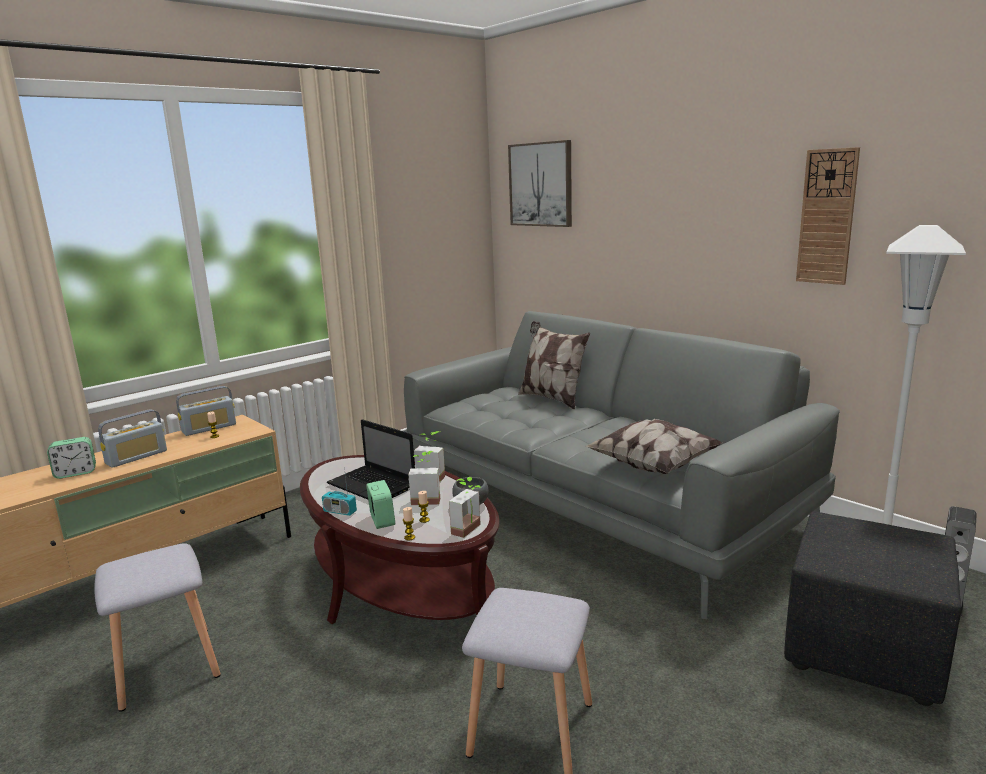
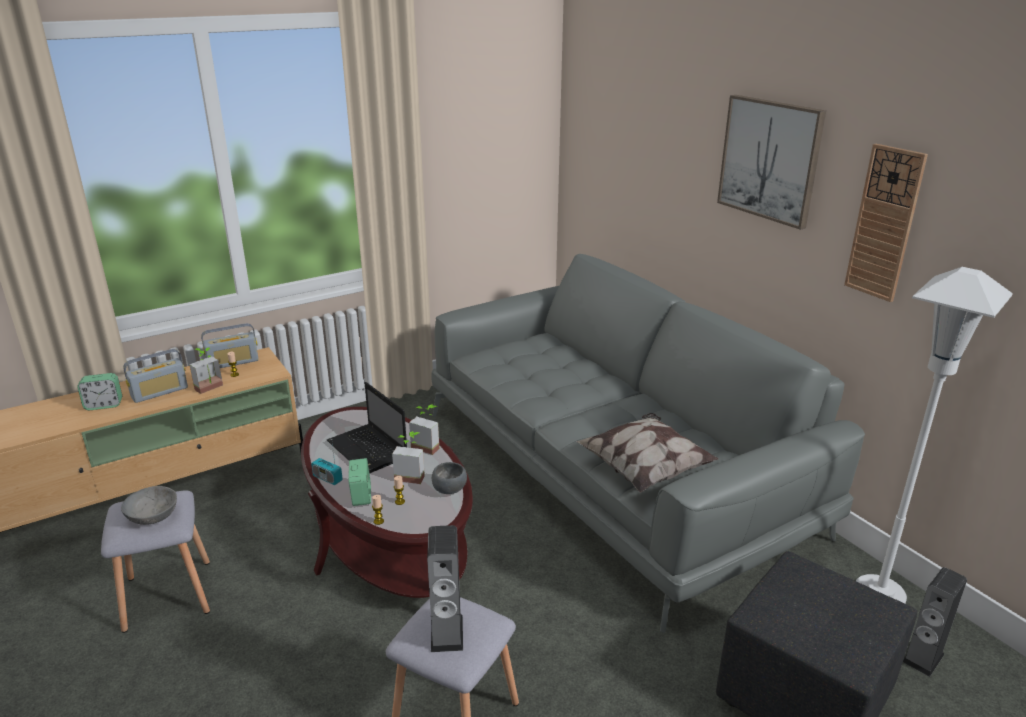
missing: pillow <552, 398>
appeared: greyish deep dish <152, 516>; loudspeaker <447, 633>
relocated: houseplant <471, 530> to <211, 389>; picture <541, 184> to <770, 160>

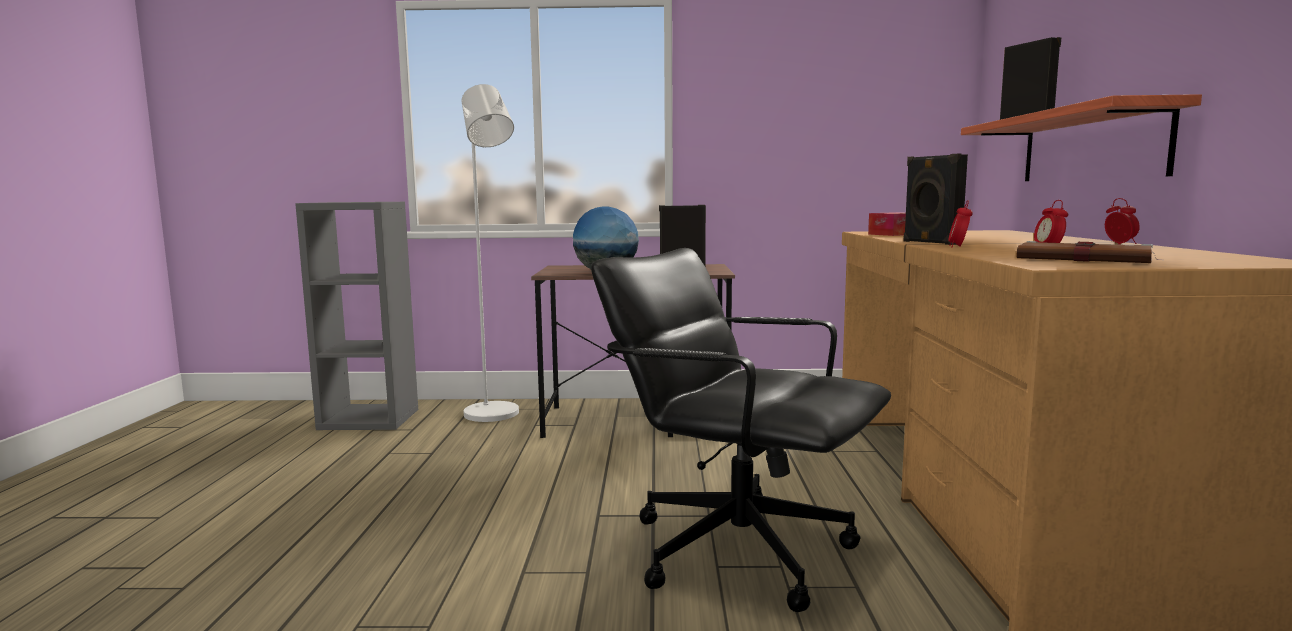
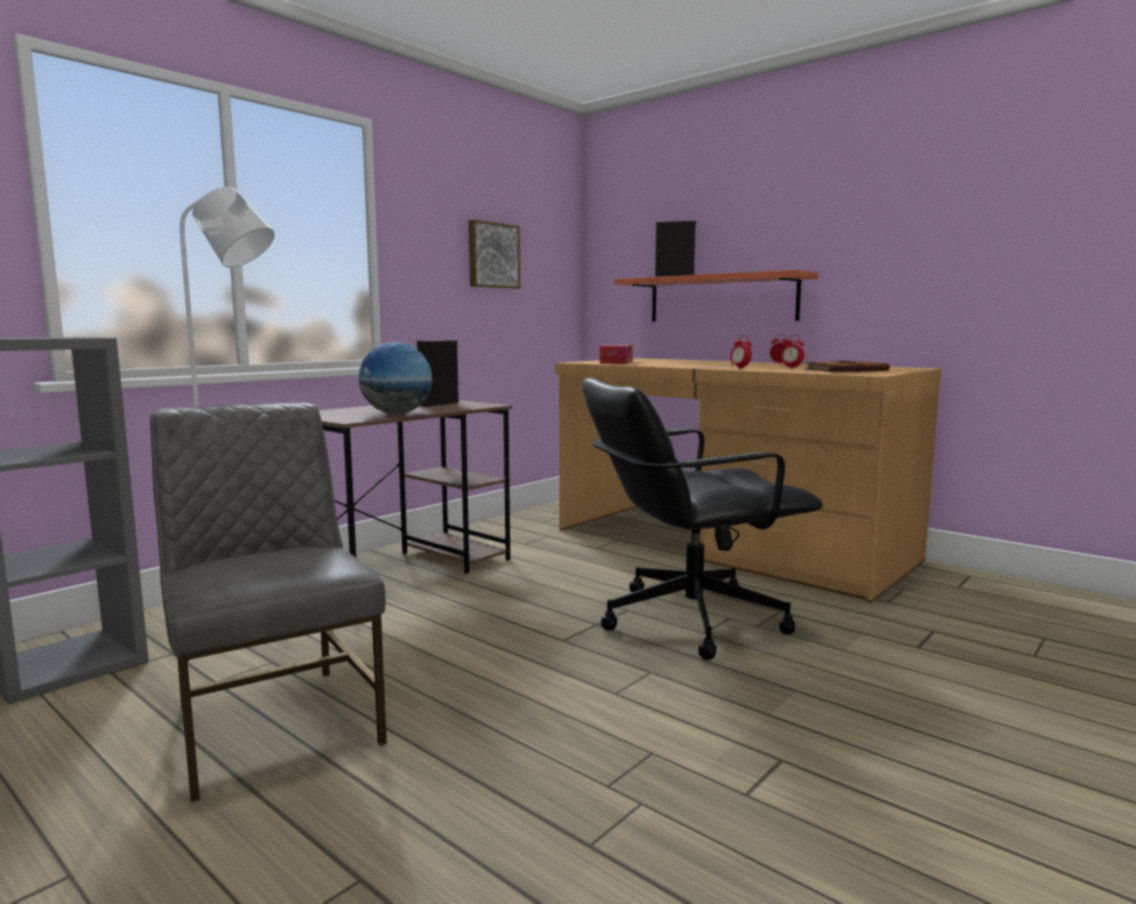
missing: blackish loudspeaker <930, 242>
appeared: greyish chair <275, 723>; picture <492, 255>

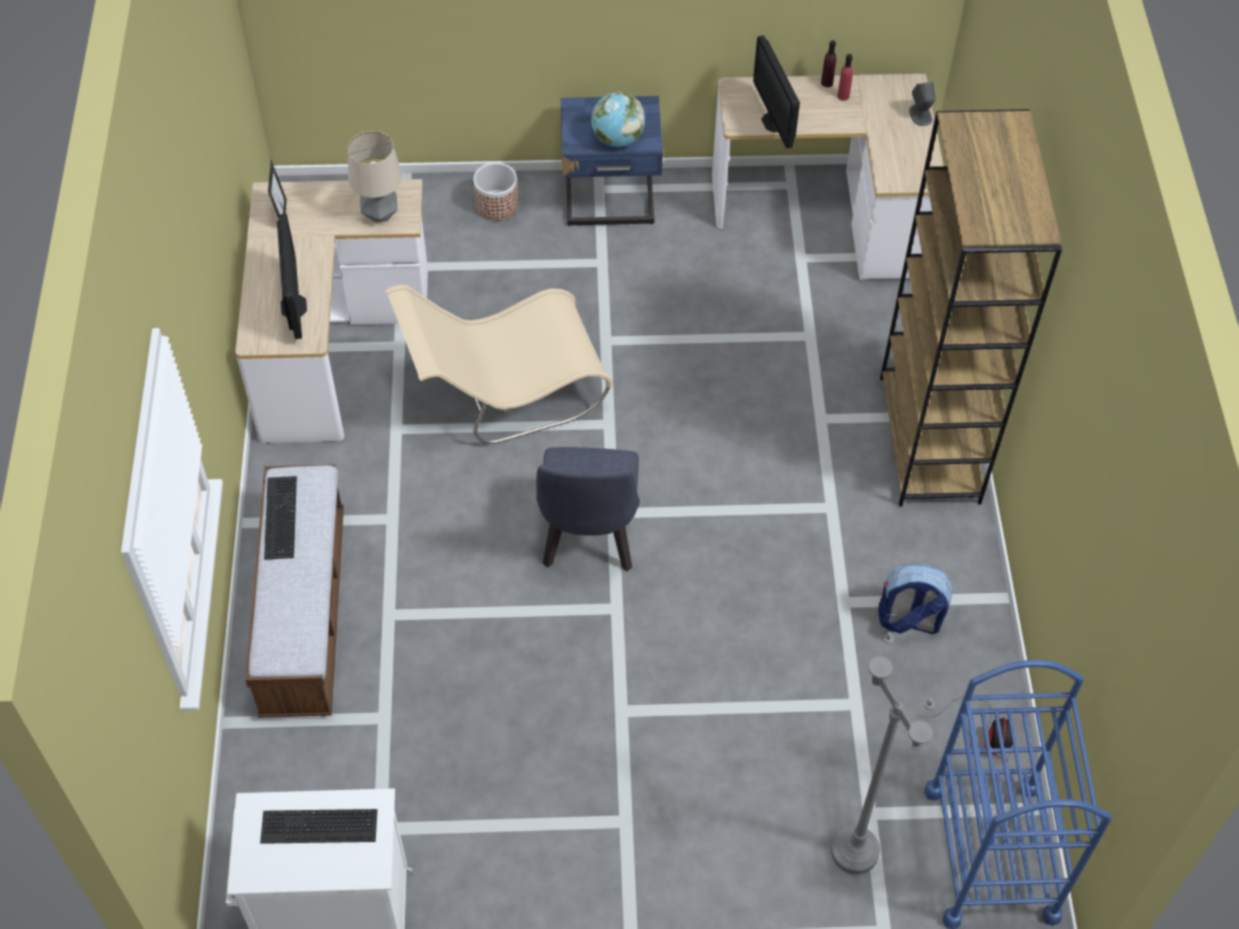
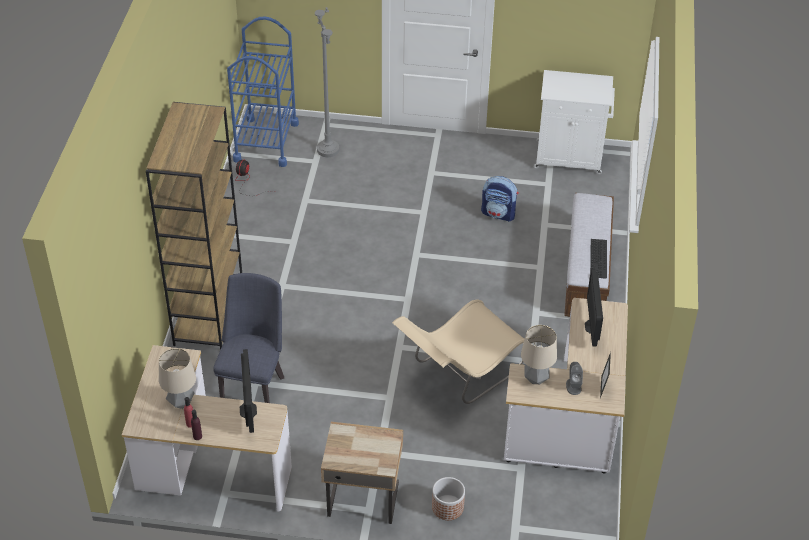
missing: PC keyboard <317, 828>; globe <617, 139>
appeared: tabletop lamp <181, 403>
relocated: blue chair <589, 543> to <253, 385>; rucksack <908, 620> to <499, 214>; greyish loudspeaker <920, 115> to <573, 386>
colour: blue night table <610, 203> to sand-coloured night table <363, 497>
spun: sand-coloured chair <504, 394> = <461, 373> 150 degrees clockwise

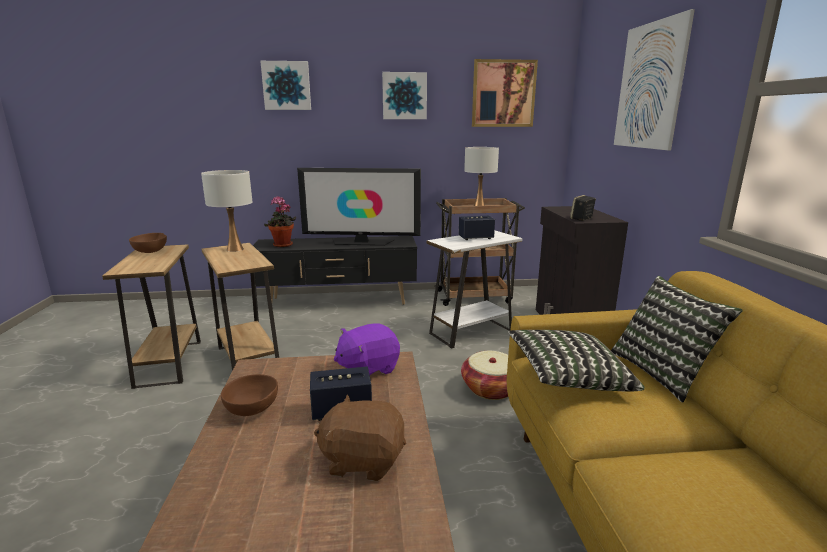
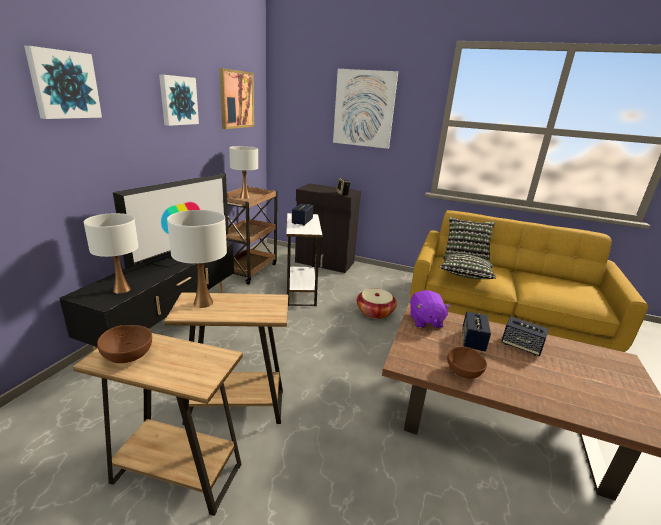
exchanged: houseplant <282, 245> to whitish tabletop lamp <122, 289>; brown soft toy <363, 460> to loudspeaker <521, 346>

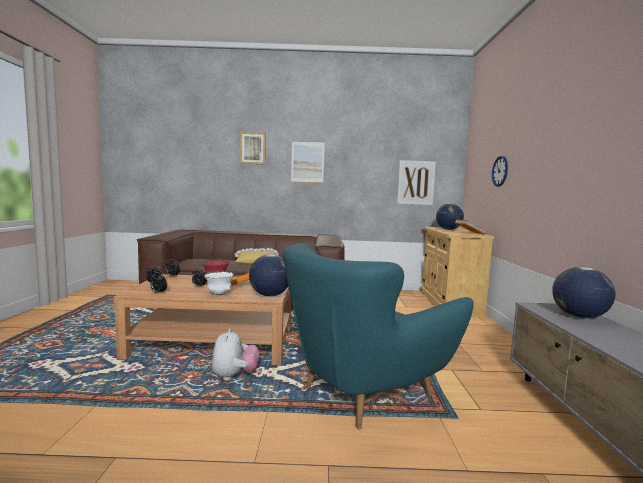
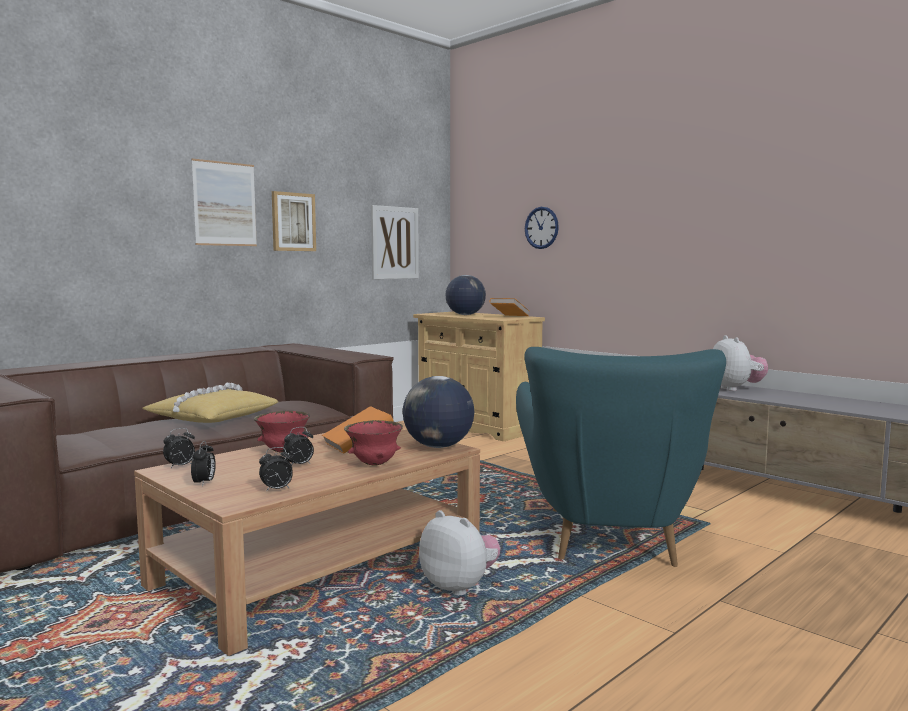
relocated: picture <252, 148> to <293, 222>
exchanged: globe <579, 316> to soft toy <735, 389>
colour: whitish deep dish <219, 294> to red deep dish <374, 464>

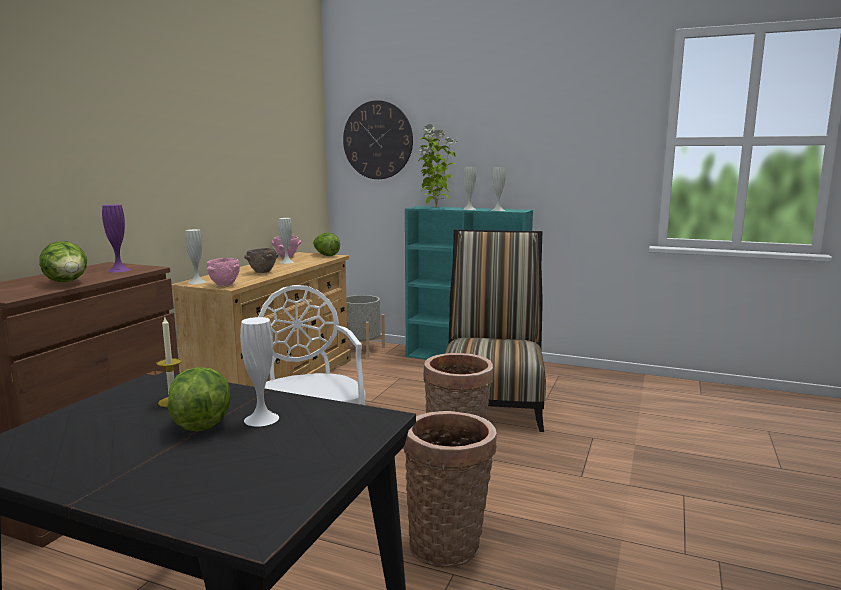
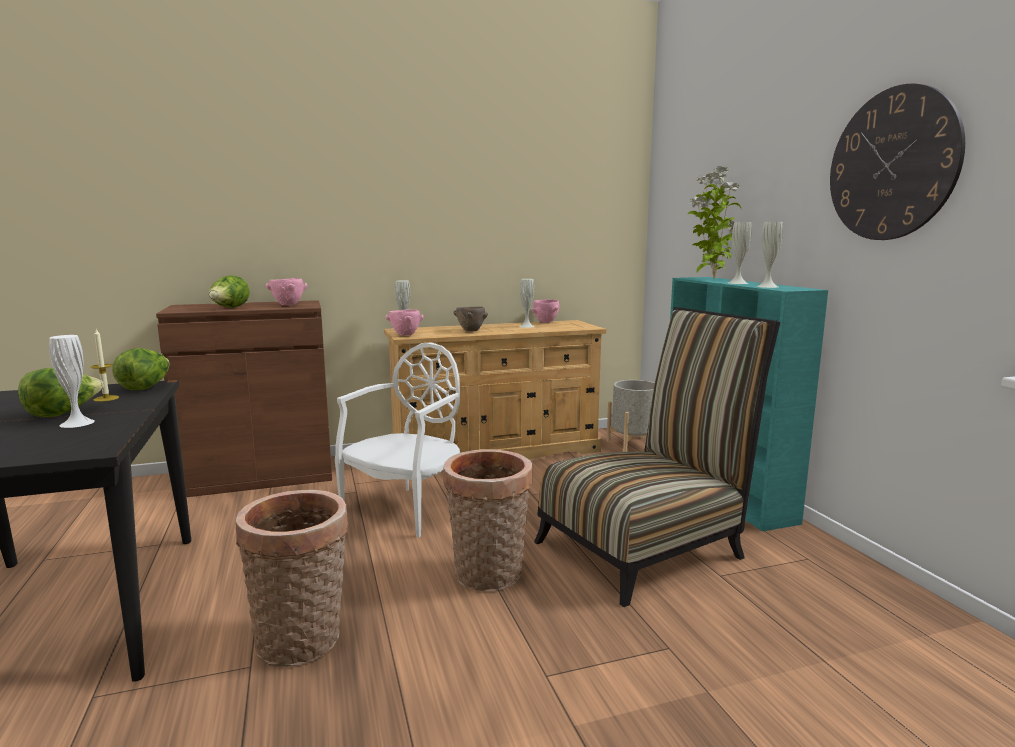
relocated: lettuce <326, 255> to <145, 387>; hanging clock <377, 140> to <892, 164>
exchanged: purple flower vase <119, 270> to pink deep dish <289, 305>

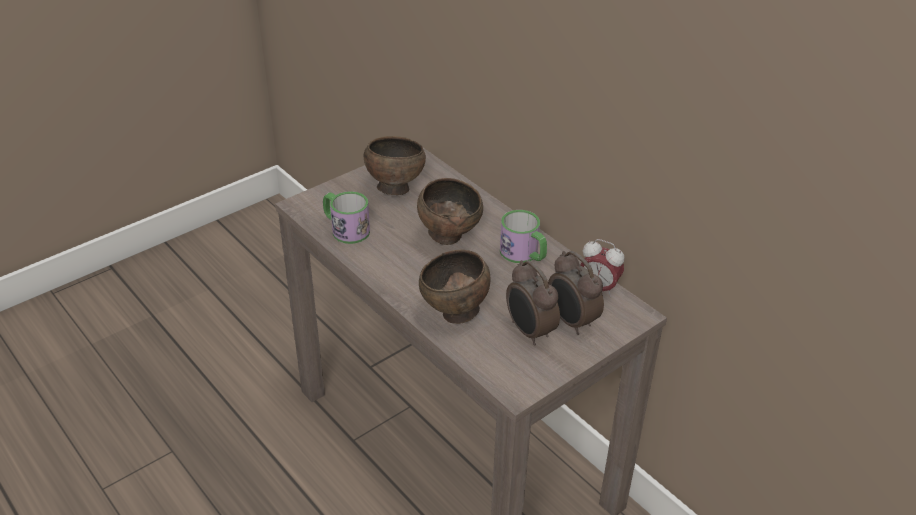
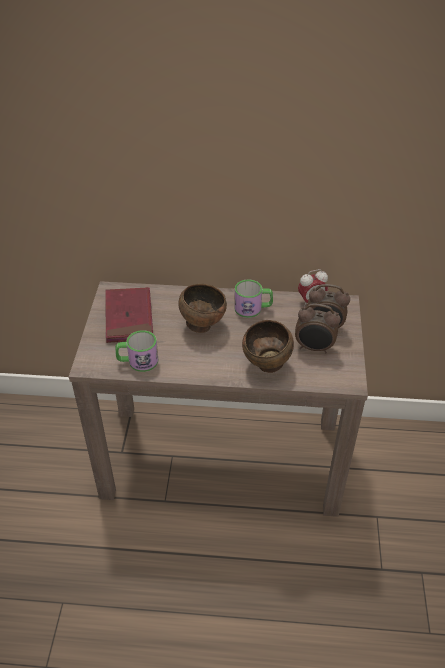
exchanged: brown deep dish <394, 188> to red bound book <129, 317>

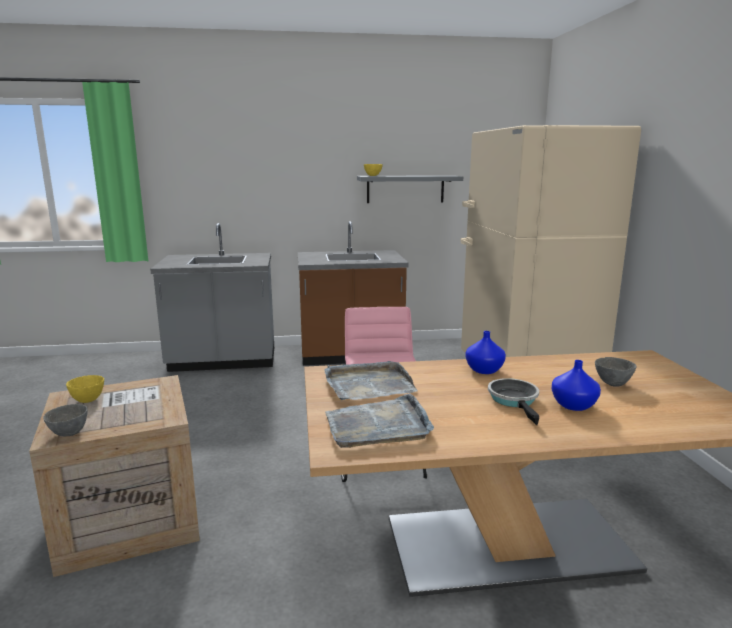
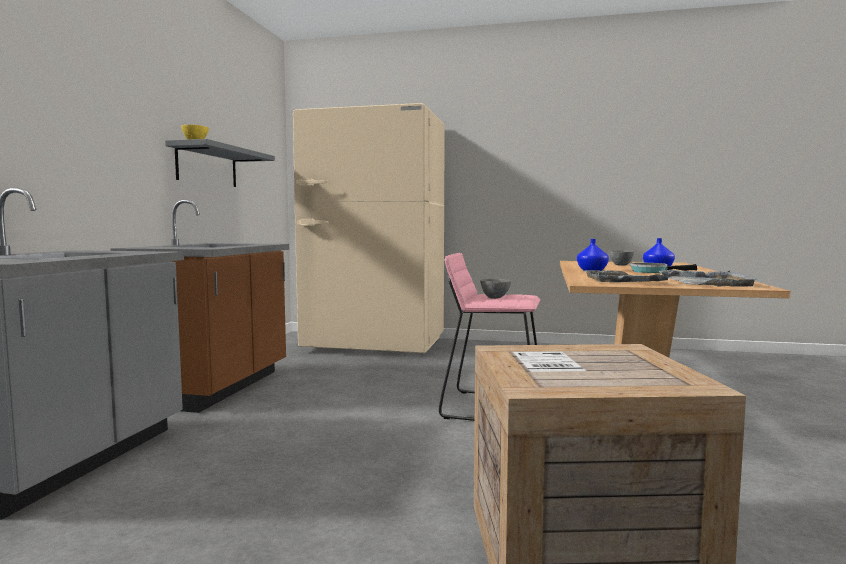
missing: yellowish deep dish <87, 400>
relocated: greyish deep dish <70, 433> to <495, 298>

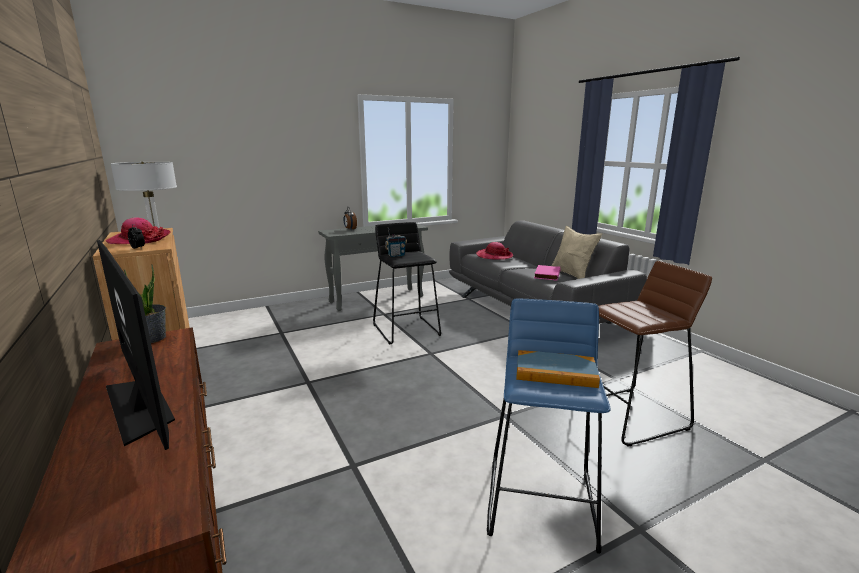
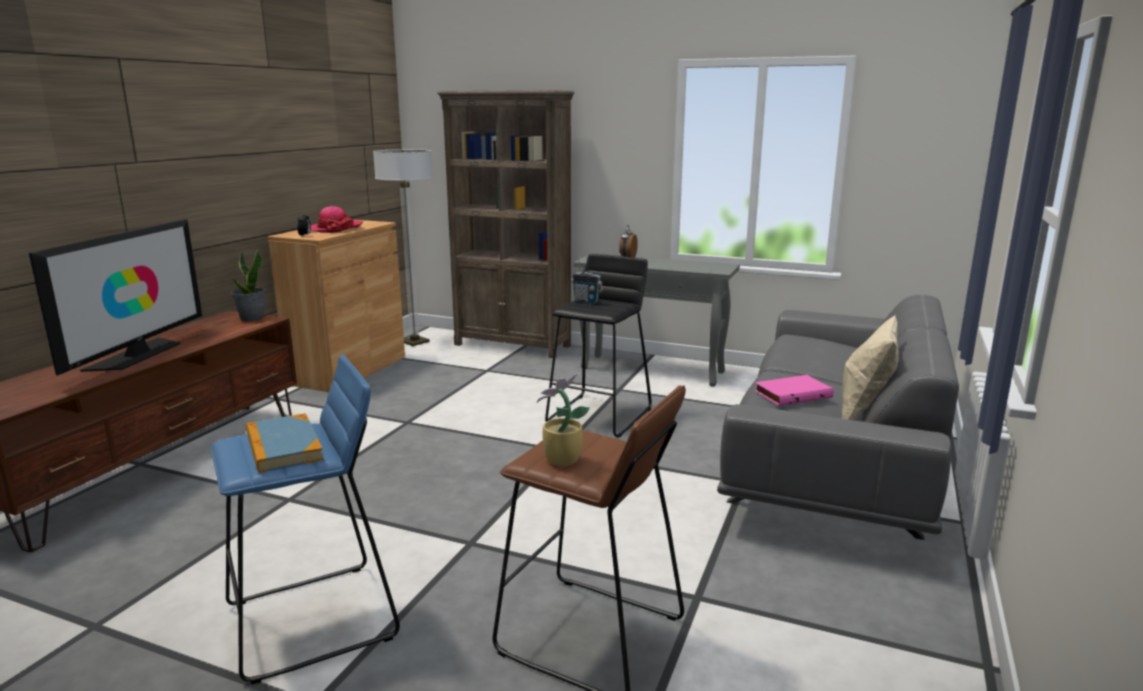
missing: wearable hat <494, 256>
appeared: brown bookshelf <513, 345>; houseplant <560, 460>

